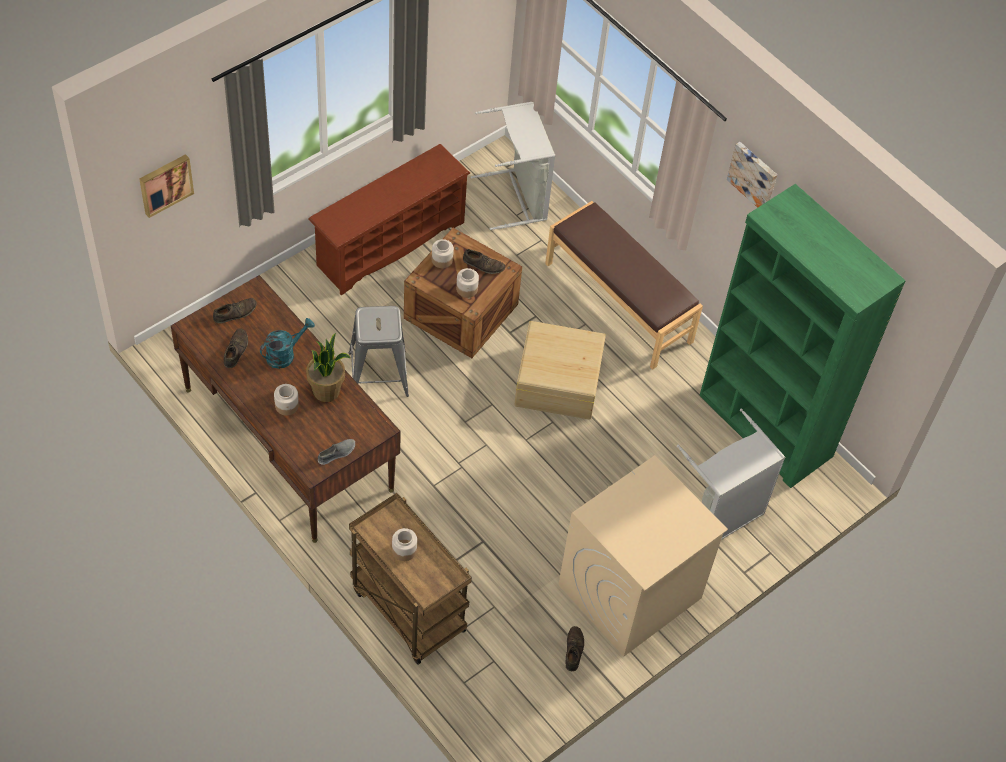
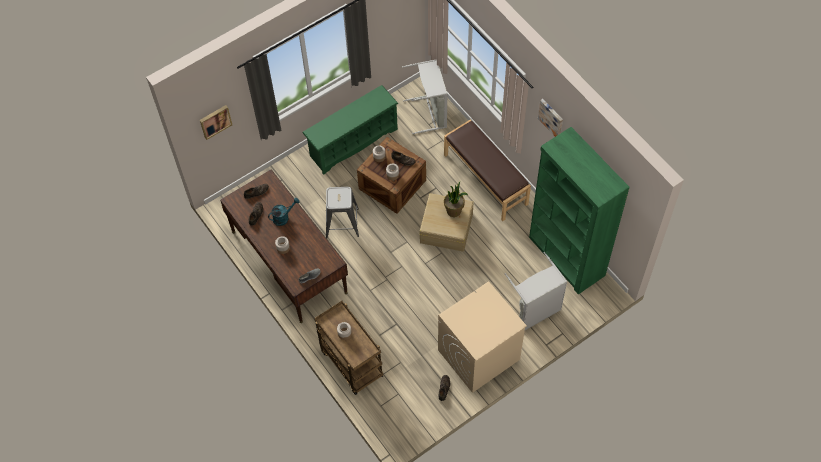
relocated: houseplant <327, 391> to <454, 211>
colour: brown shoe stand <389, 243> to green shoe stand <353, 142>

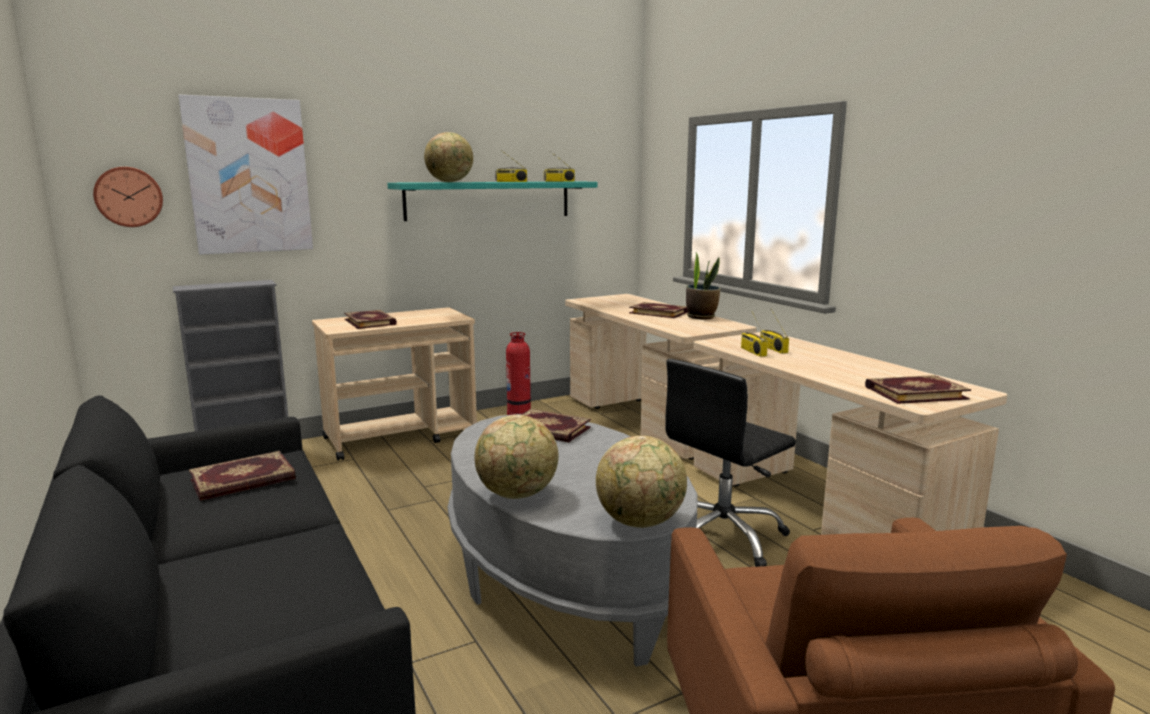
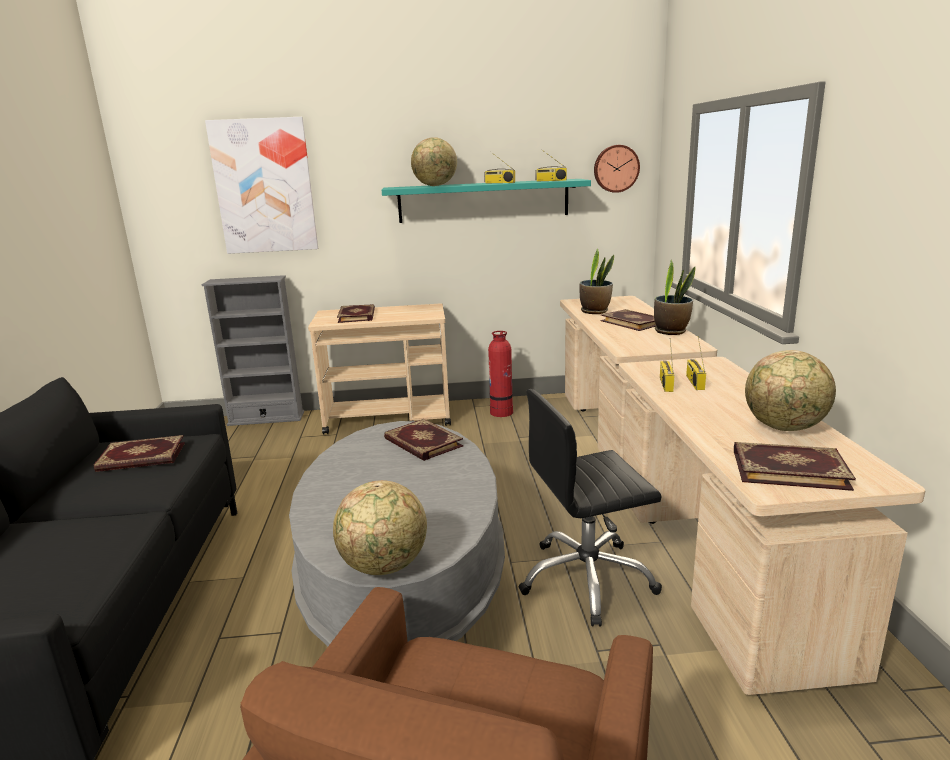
appeared: houseplant <595, 311>
relocated: hanging clock <129, 197> to <616, 168>; globe <517, 495> to <784, 428>

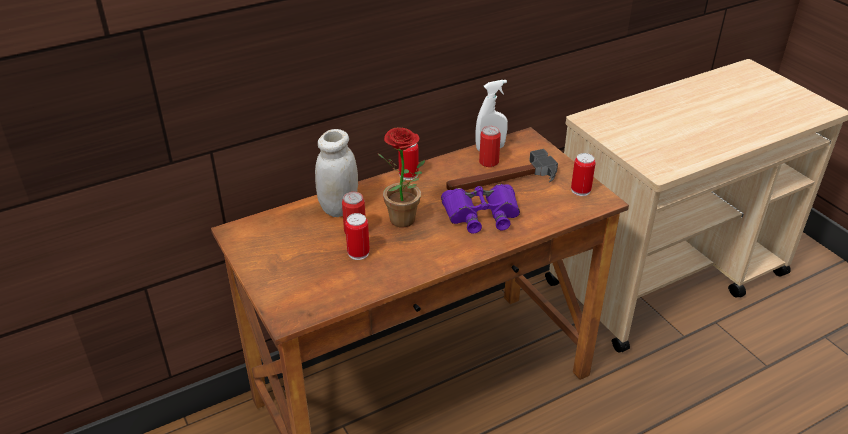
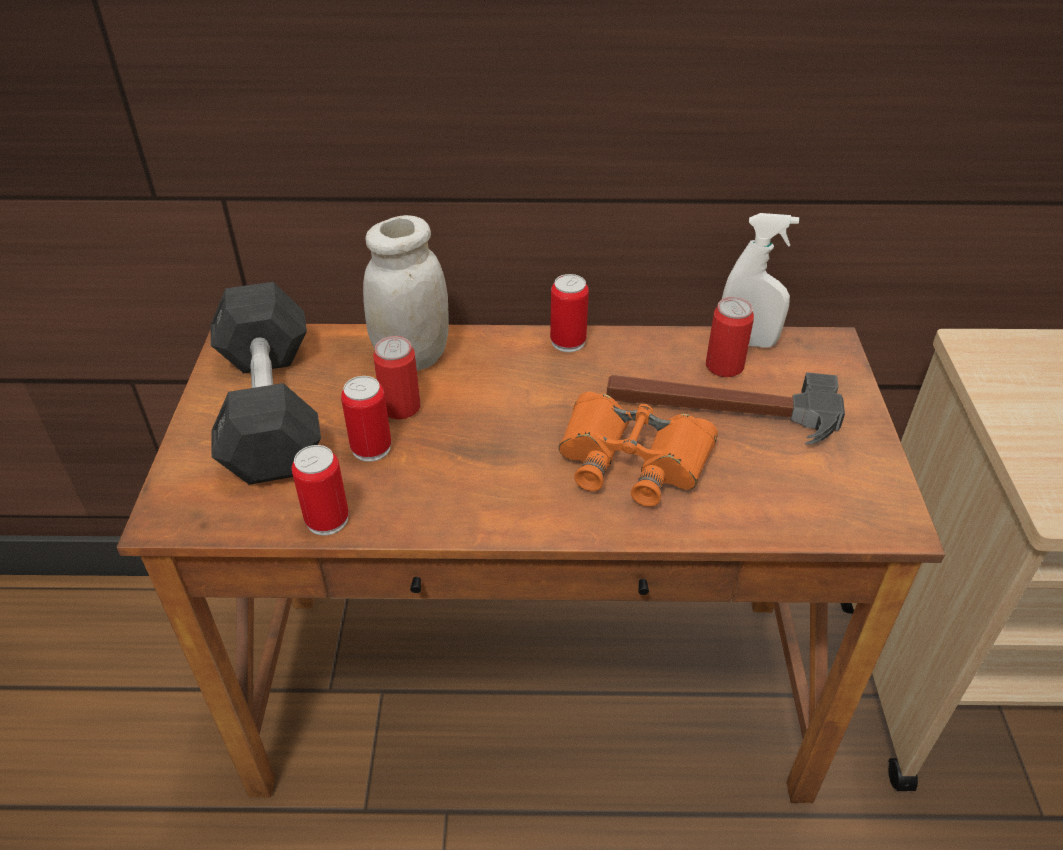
missing: houseplant <406, 222>
appeared: greyish hand weight <270, 409>
relocated: sealed can <580, 190> to <327, 519>
colour: purple pair of binoculars <481, 214> to orange-coloured pair of binoculars <632, 459>

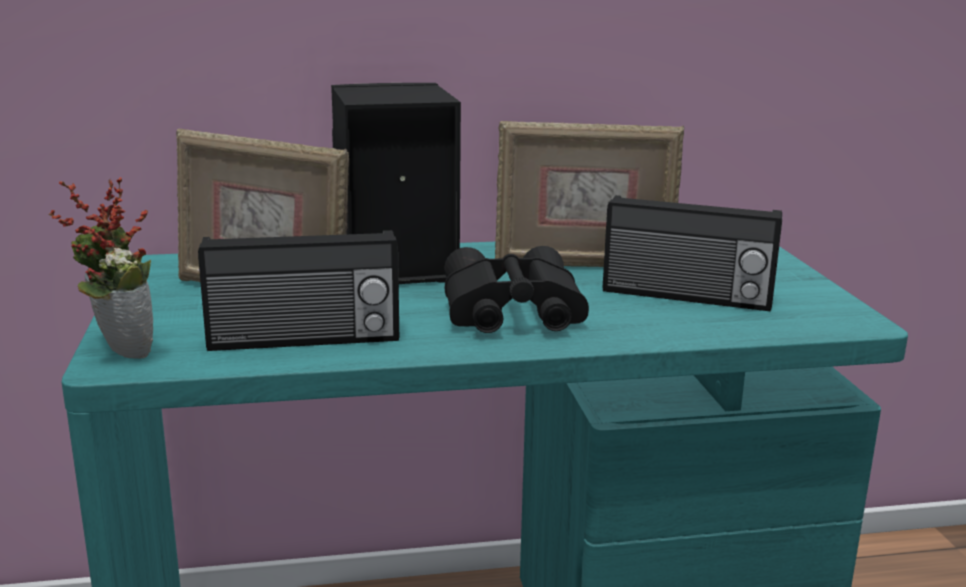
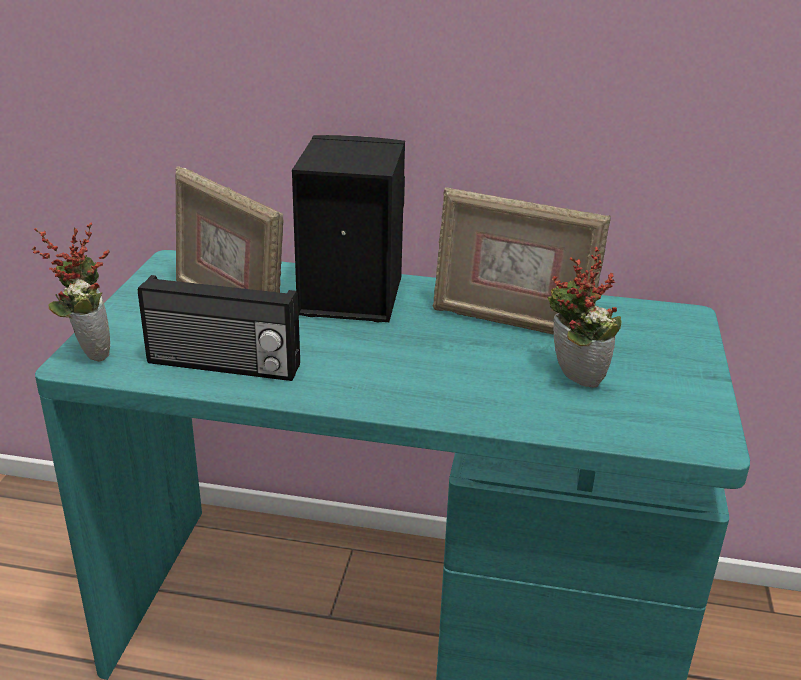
missing: blackish pair of binoculars <508, 312>
exchanged: radio receiver <686, 297> to houseplant <571, 378>

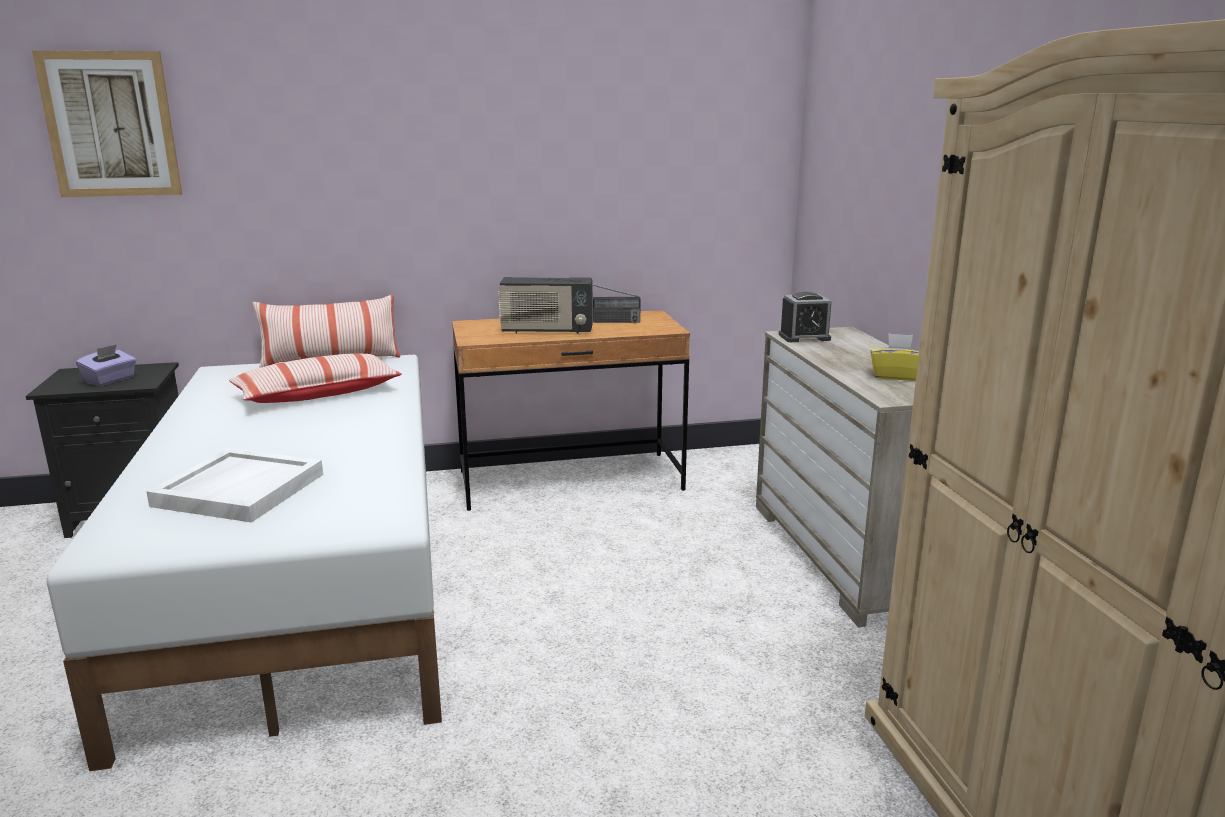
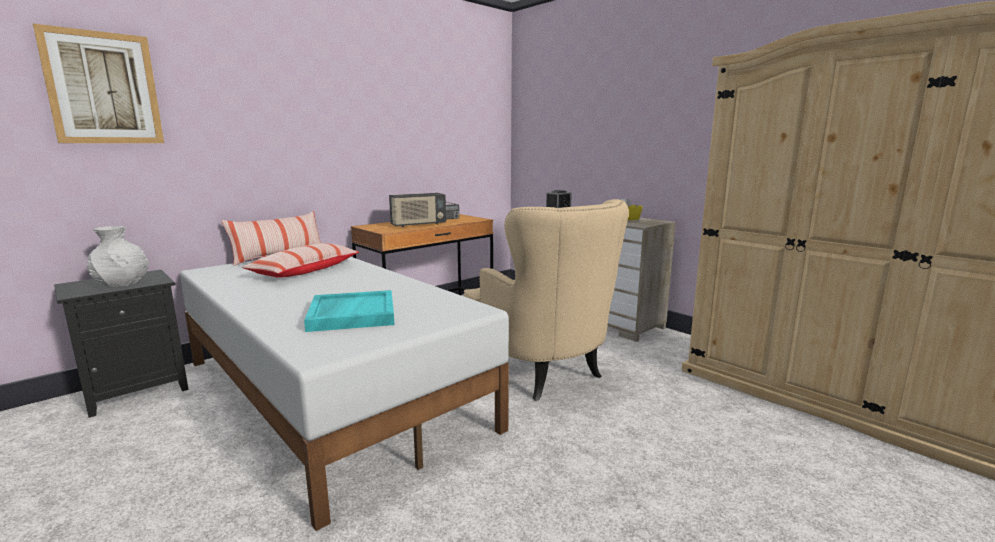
appeared: sand-coloured armchair <545, 374>
exchanged: purple tissue box <110, 380> to whitish flower vase <122, 283>
colour: whitish carrying tray <239, 489> to turquoise-coloured carrying tray <351, 314>

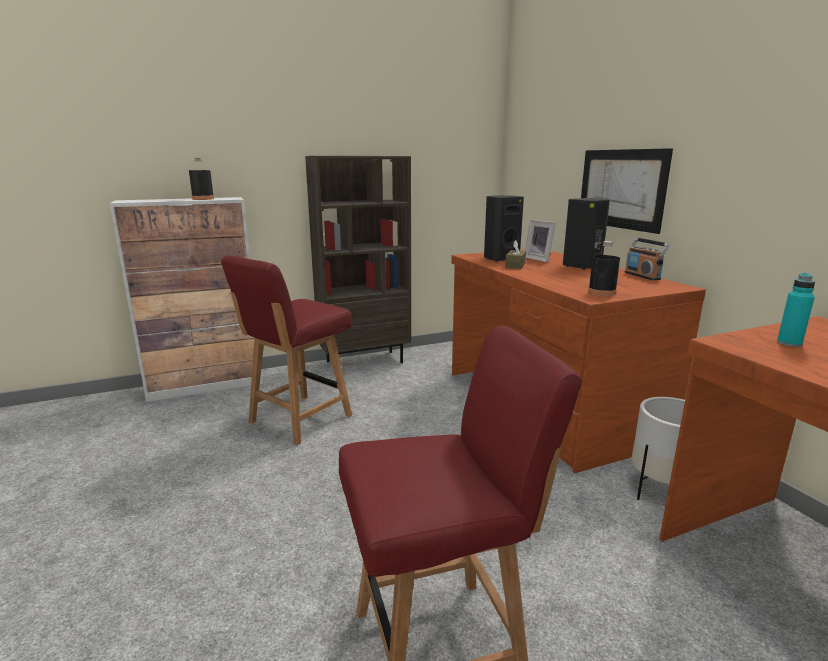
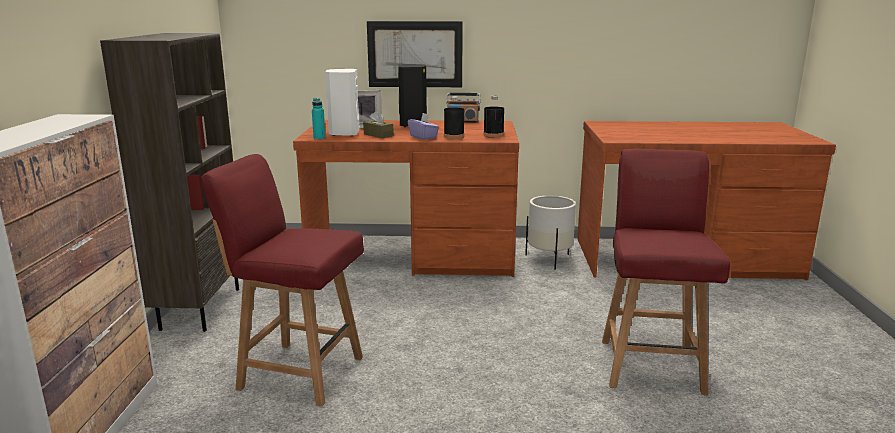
appeared: purple tissue box <423, 137>
relocated: turquoise-coloured bottle <789, 343> to <319, 138>; blackish bottle <203, 199> to <454, 136>
colour: blackish loudspeaker <500, 259> to whitish loudspeaker <344, 133>
spun: red chair <298, 420> = <298, 372> 135 degrees clockwise

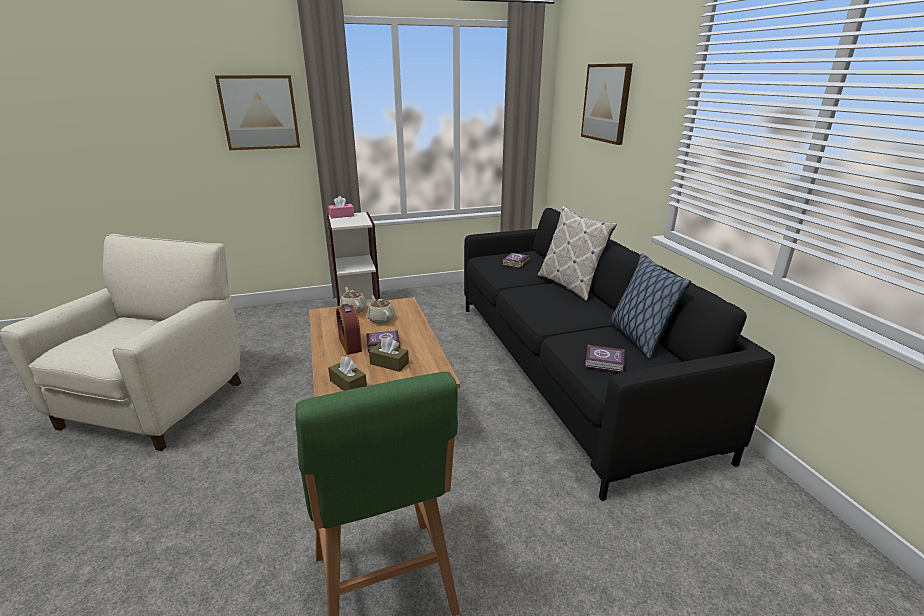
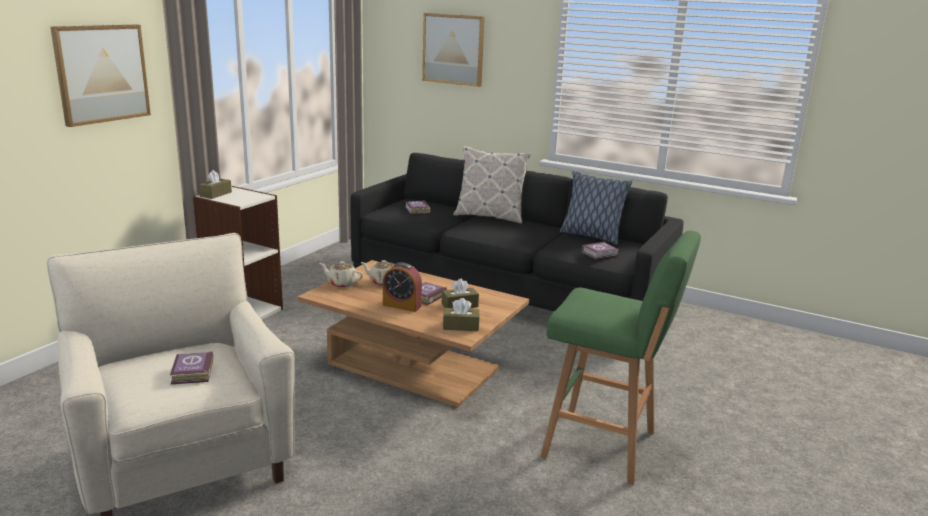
appeared: bound book <191, 372>
colour: pink tissue box <341, 216> to brown tissue box <216, 194>

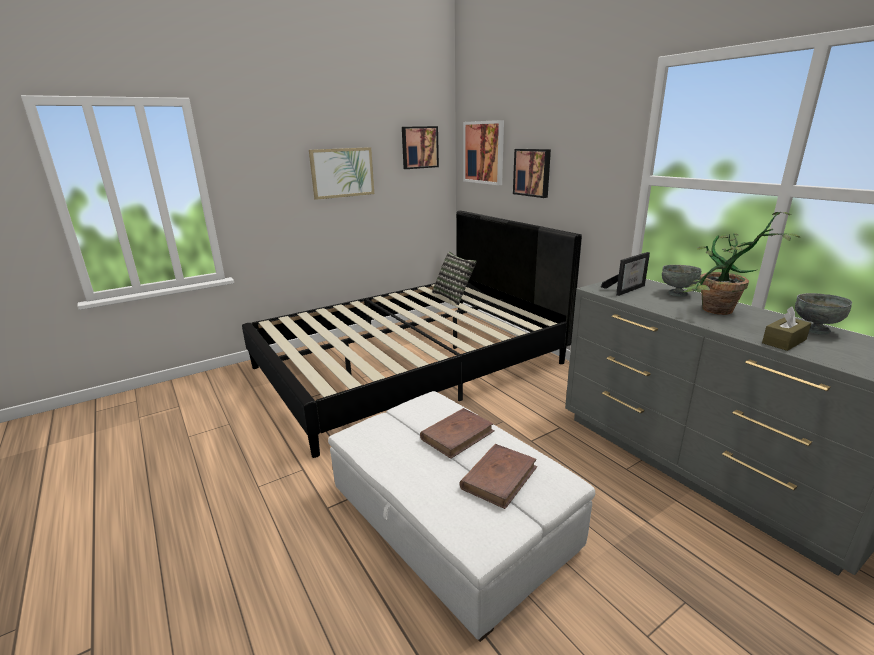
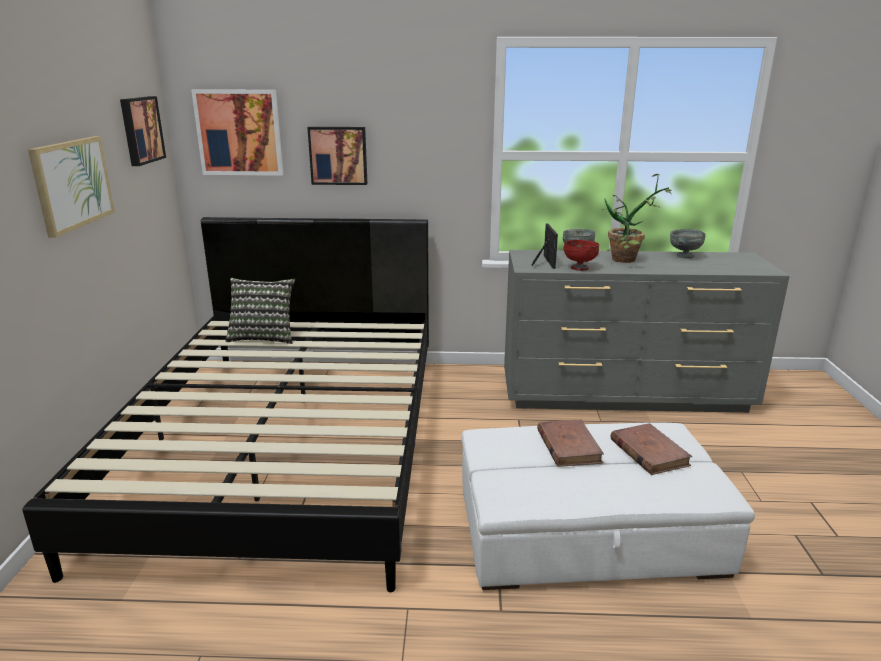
missing: brown tissue box <784, 341>
appeared: red deep dish <579, 268>

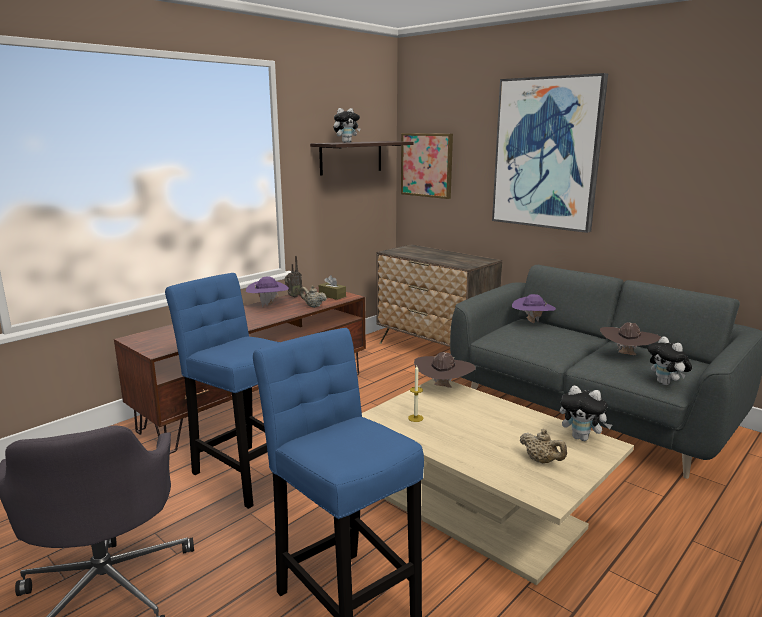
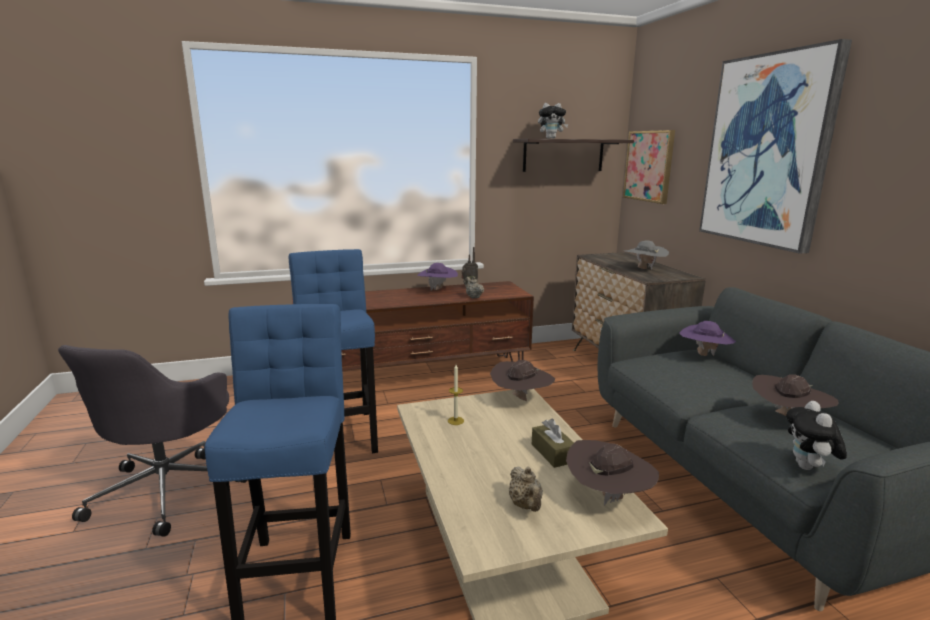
appeared: greyish wearable hat <643, 269>
relocated: brown tissue box <332, 296> to <552, 453>
exchanged: soft toy <582, 438> to brown wearable hat <608, 497>

